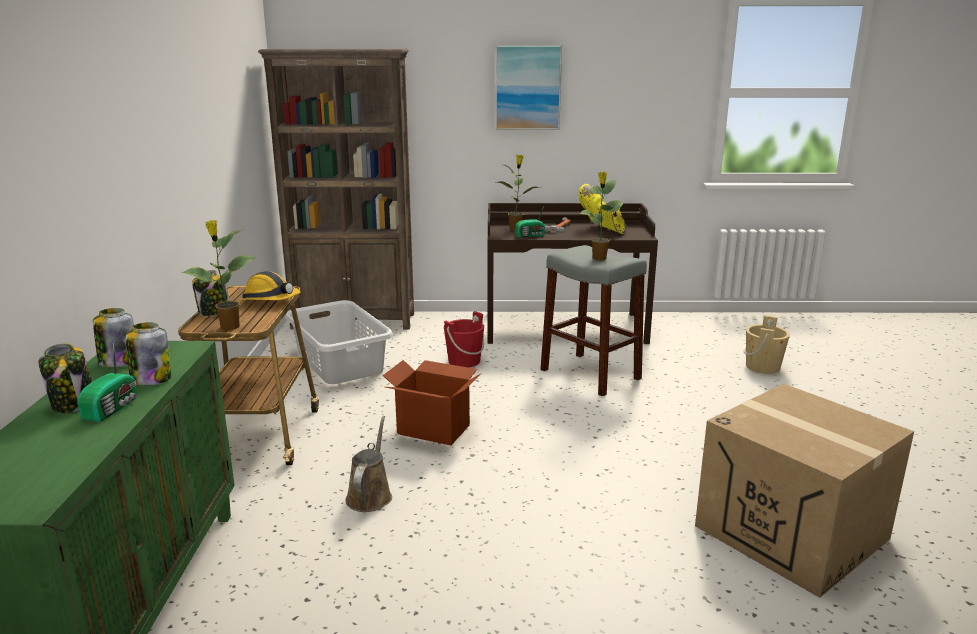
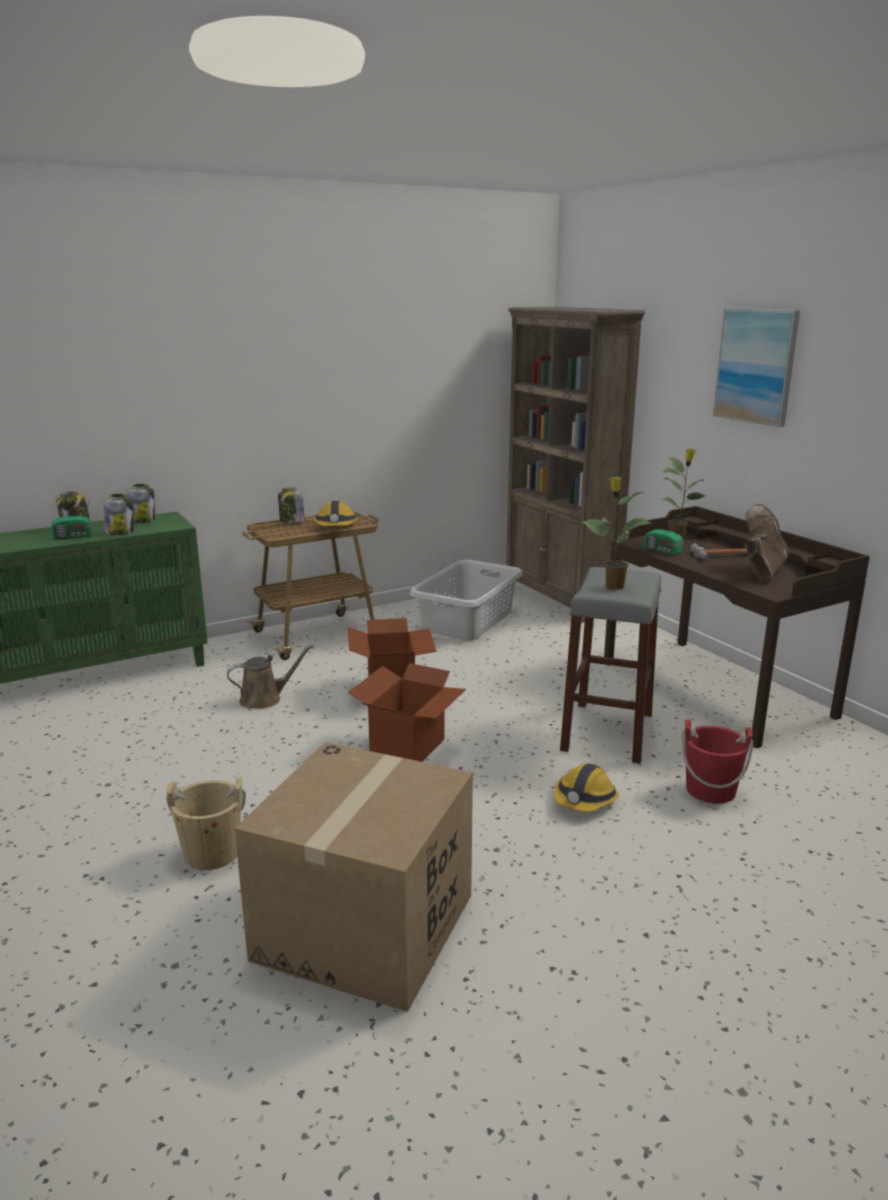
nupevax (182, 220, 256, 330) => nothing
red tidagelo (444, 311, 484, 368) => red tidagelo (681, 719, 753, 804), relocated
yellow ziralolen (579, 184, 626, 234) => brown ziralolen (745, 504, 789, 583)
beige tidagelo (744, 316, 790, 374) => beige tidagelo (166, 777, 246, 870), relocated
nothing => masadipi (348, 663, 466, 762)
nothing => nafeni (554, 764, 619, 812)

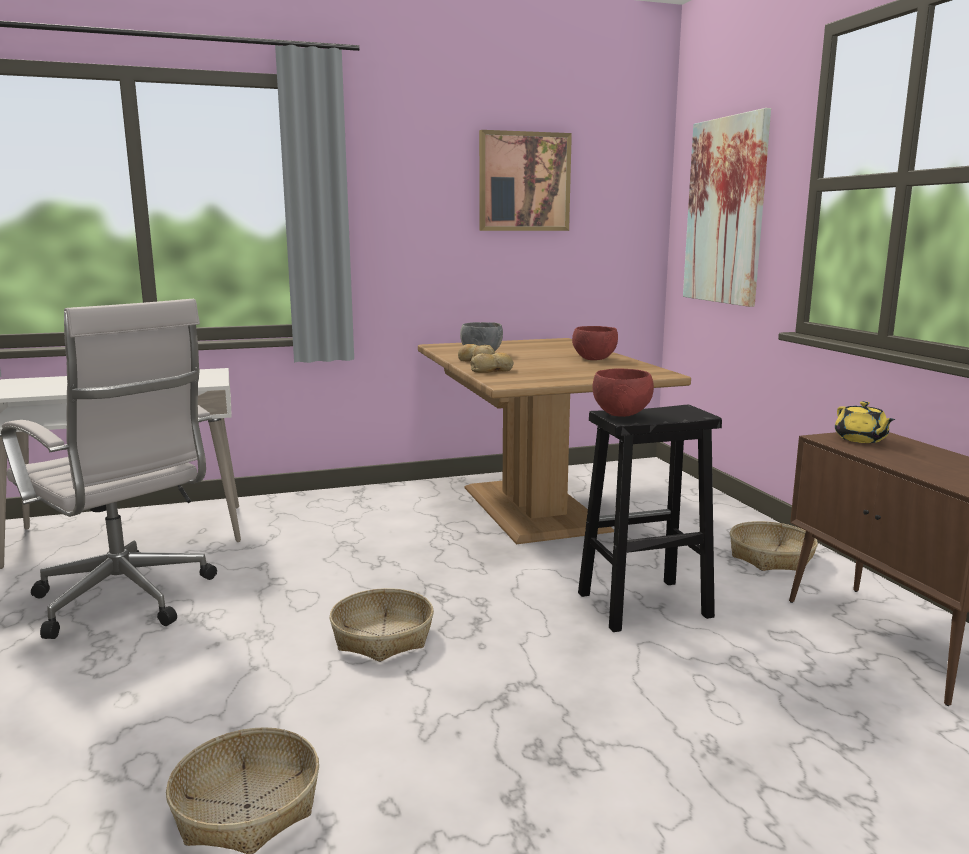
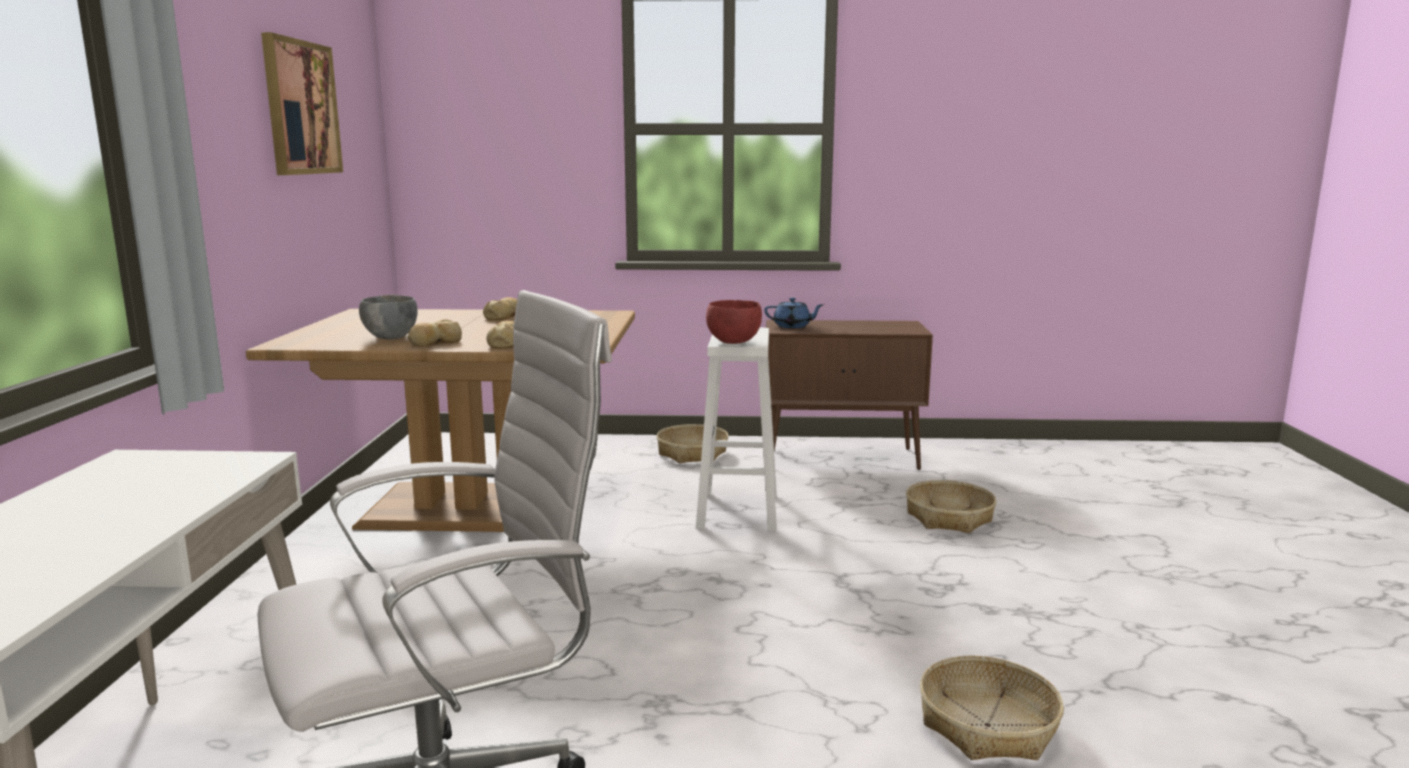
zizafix (330, 588, 434, 662) => zizafix (906, 480, 997, 533), relocated
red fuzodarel (572, 326, 618, 360) => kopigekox (483, 297, 517, 320)
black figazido (578, 405, 722, 632) => white figazido (696, 328, 777, 531)
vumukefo (683, 108, 771, 307) => nothing
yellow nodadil (835, 401, 895, 443) => blue nodadil (764, 298, 824, 328)

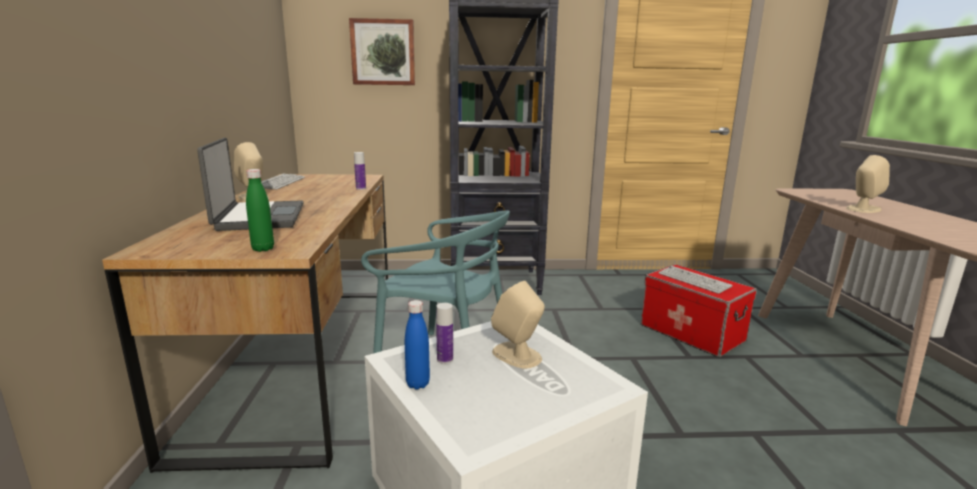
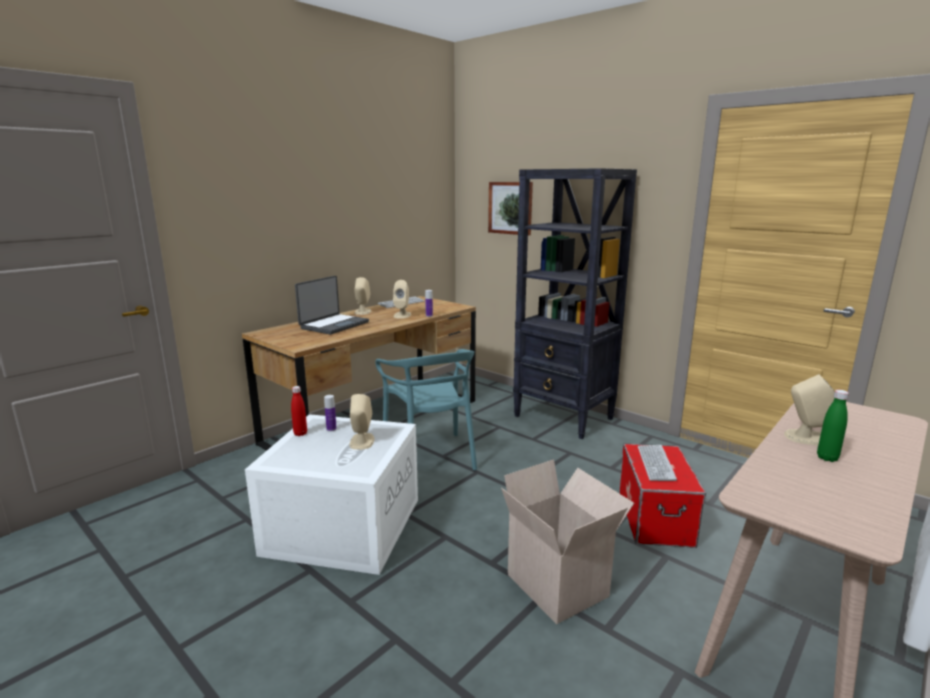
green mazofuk (246, 169, 274, 252) => green mazofuk (817, 390, 849, 462), relocated
blue mazofuk (405, 300, 430, 389) => red mazofuk (291, 386, 307, 436)
nothing => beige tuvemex (393, 280, 411, 319)
nothing => masadipi (501, 459, 634, 624)

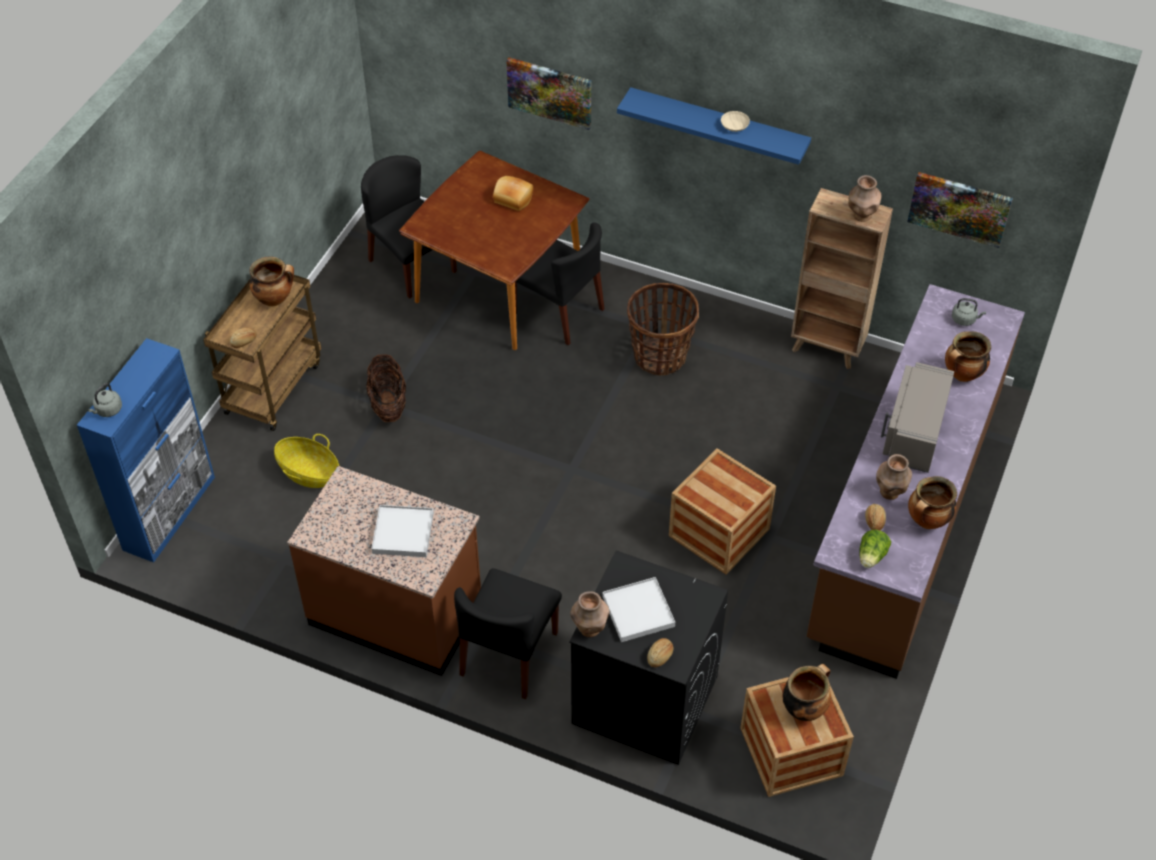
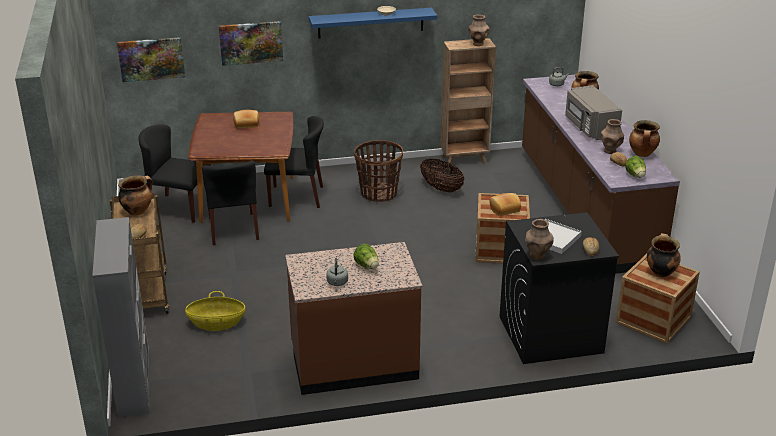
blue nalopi (77, 338, 215, 563) => grey nalopi (92, 217, 150, 418)
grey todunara (88, 383, 122, 417) => grey todunara (326, 258, 348, 286), relocated
zizafix (366, 354, 406, 422) => zizafix (420, 159, 464, 192), relocated
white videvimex (371, 505, 434, 557) => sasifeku (353, 244, 379, 269)
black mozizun (454, 568, 562, 699) => black mozizun (202, 161, 259, 245), relocated
vumukefo (907, 172, 1013, 248) => vumukefo (117, 37, 185, 82), relocated
nothing => kopigekox (489, 193, 521, 216)

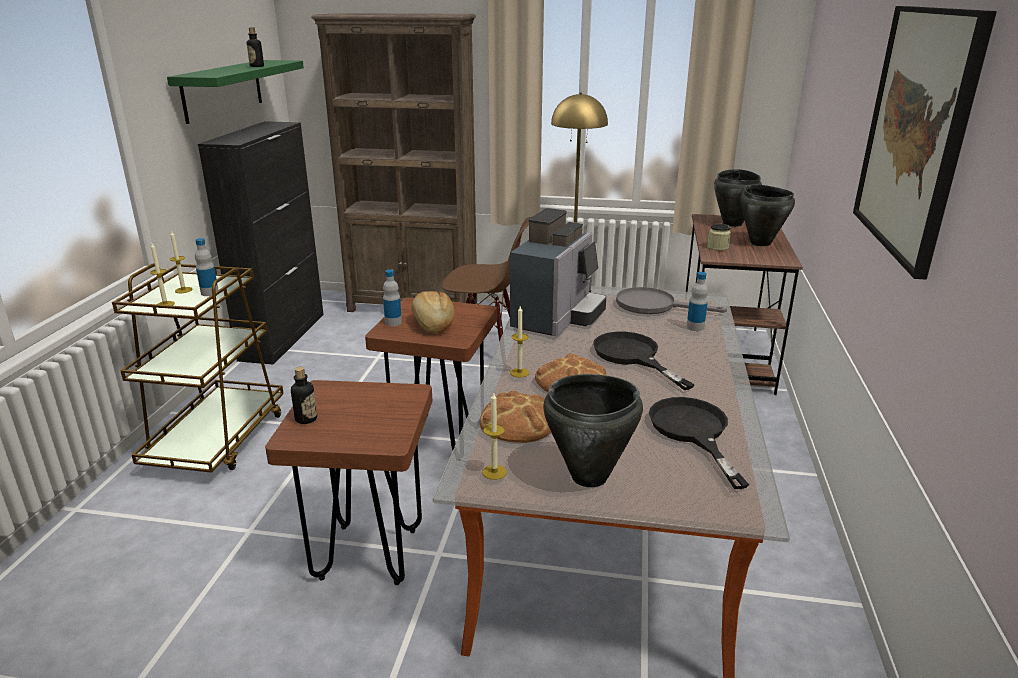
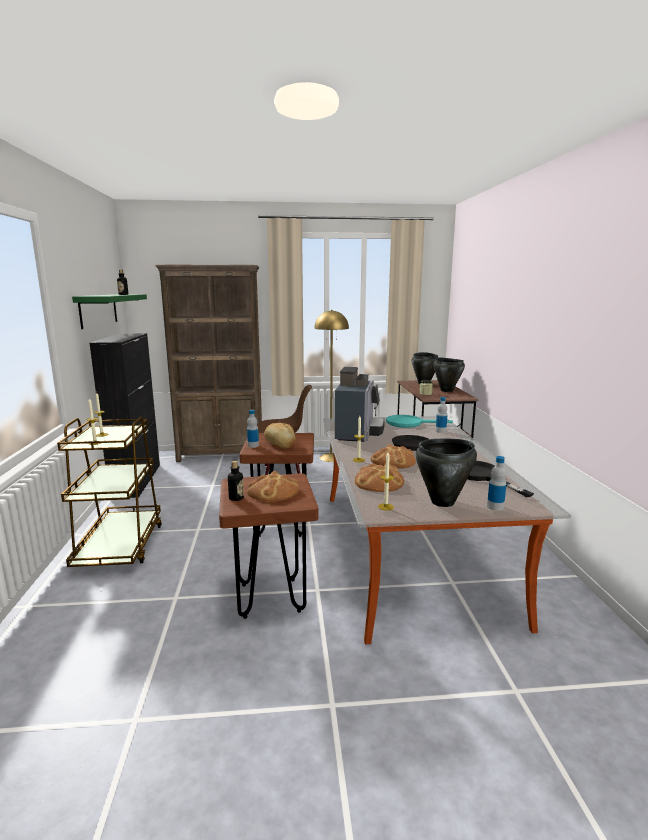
mazofuk (195, 238, 218, 296) => mazofuk (487, 456, 507, 511), relocated
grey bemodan (616, 287, 727, 314) => turquoise bemodan (386, 415, 453, 428)
vumukefo (853, 6, 997, 279) => nothing
nothing => kopigekox (247, 471, 299, 502)

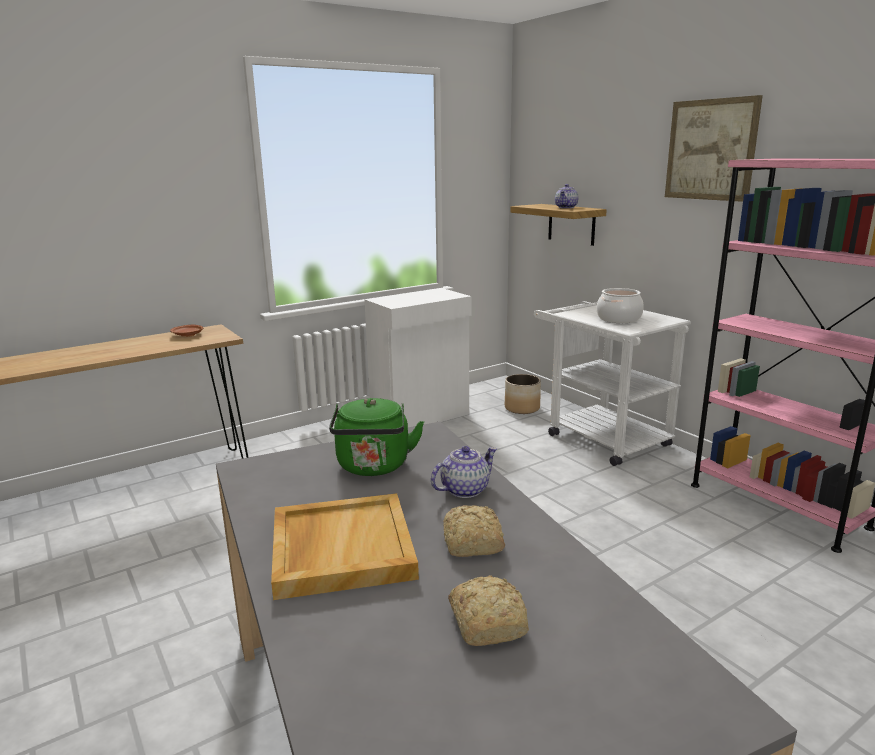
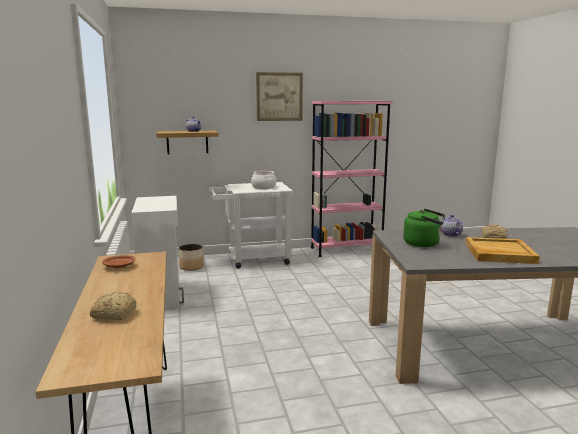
kopigekox (448, 575, 529, 646) => kopigekox (90, 292, 136, 320), relocated

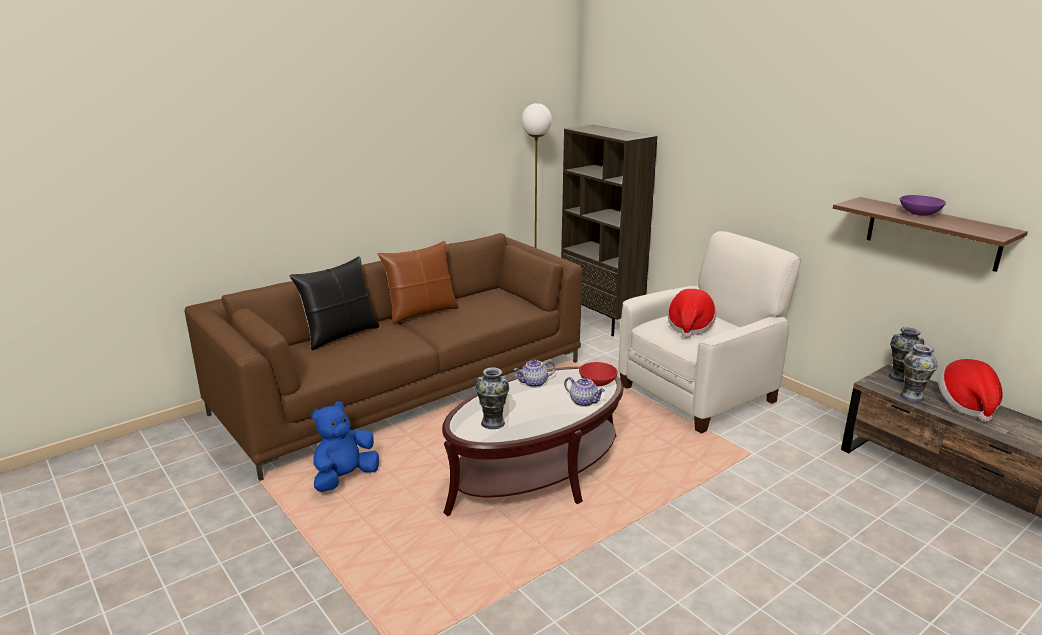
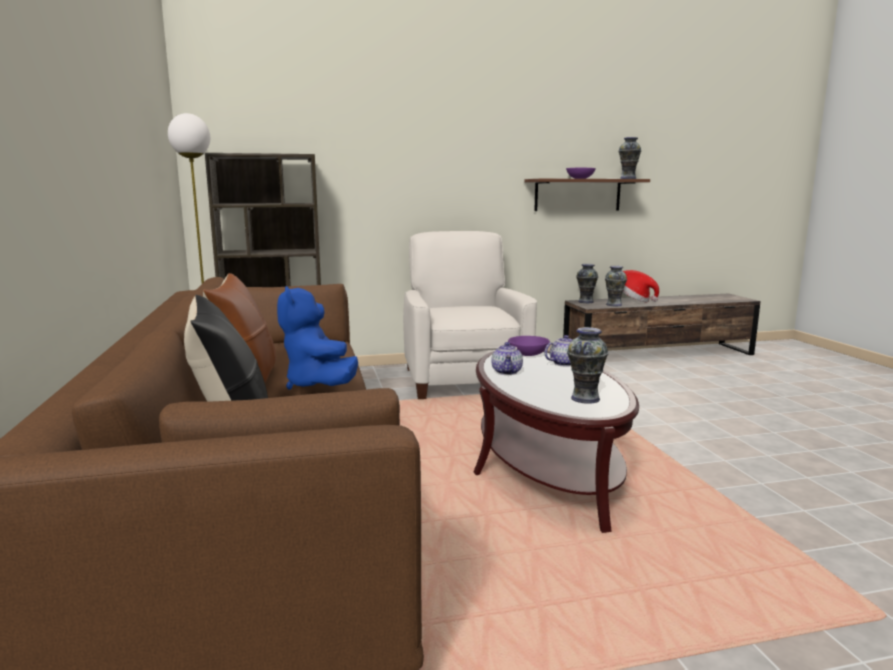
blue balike (311, 402, 379, 492) => blue balike (277, 286, 358, 389), relocated
red fuzodarel (579, 362, 618, 386) => purple fuzodarel (508, 336, 550, 356)
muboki (668, 289, 716, 338) => nothing
nothing => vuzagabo (618, 137, 641, 179)

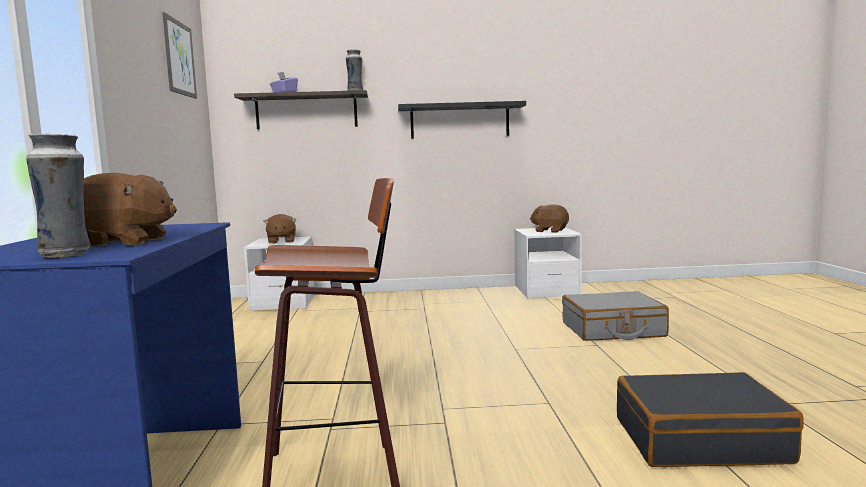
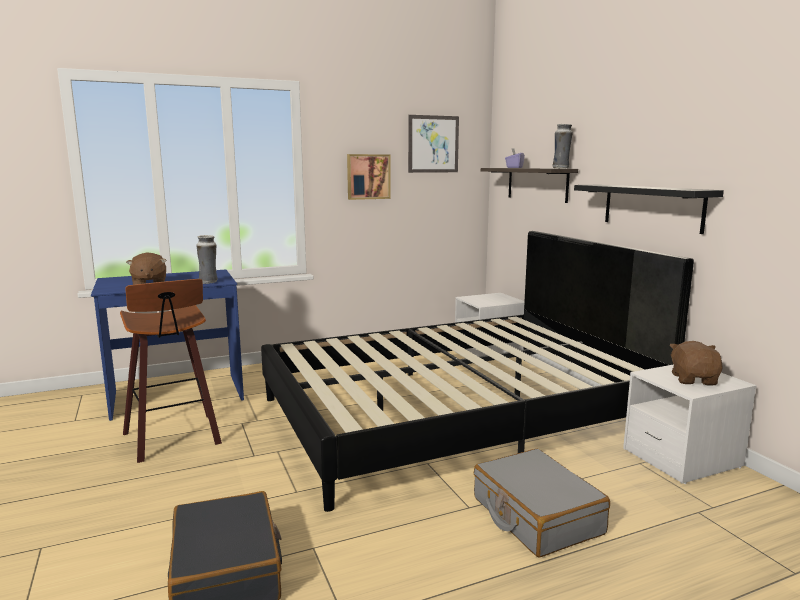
vuzagabo (26, 133, 90, 258) => vuzagabo (196, 235, 218, 284), relocated
brown balike (263, 214, 296, 244) => nothing
nothing => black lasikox (261, 231, 694, 512)
nothing => vumukefo (347, 154, 391, 200)

